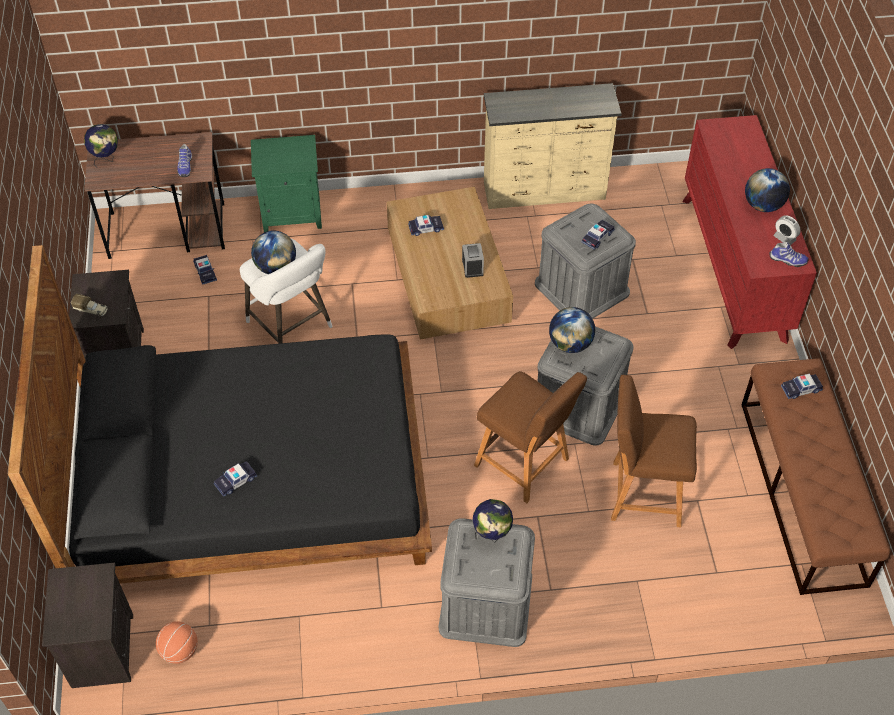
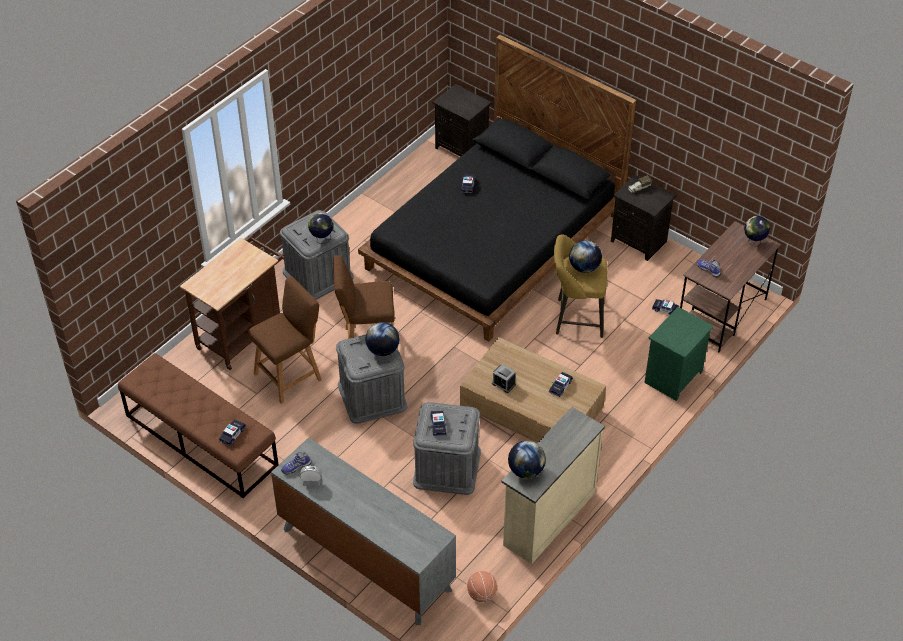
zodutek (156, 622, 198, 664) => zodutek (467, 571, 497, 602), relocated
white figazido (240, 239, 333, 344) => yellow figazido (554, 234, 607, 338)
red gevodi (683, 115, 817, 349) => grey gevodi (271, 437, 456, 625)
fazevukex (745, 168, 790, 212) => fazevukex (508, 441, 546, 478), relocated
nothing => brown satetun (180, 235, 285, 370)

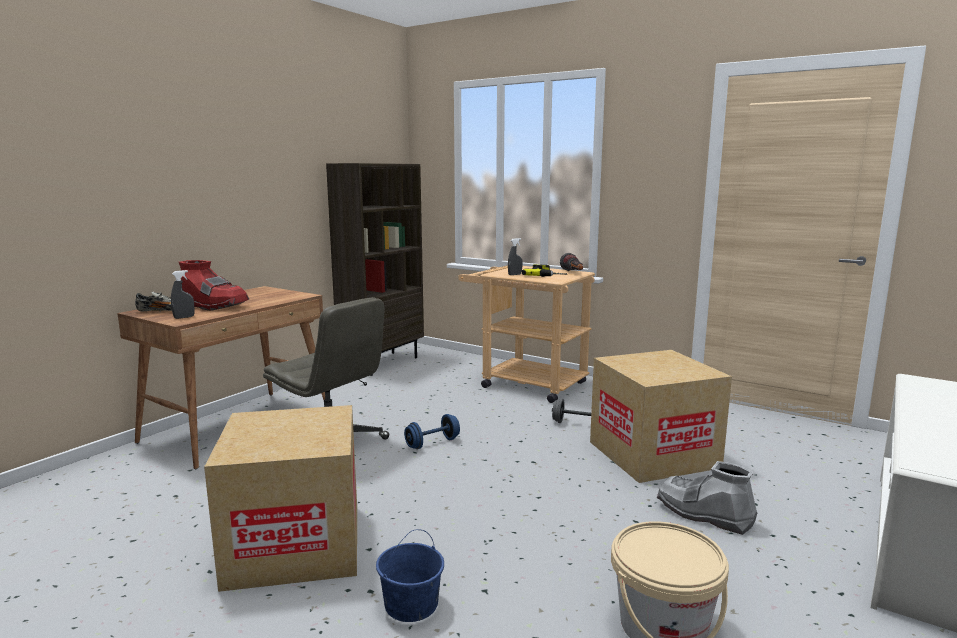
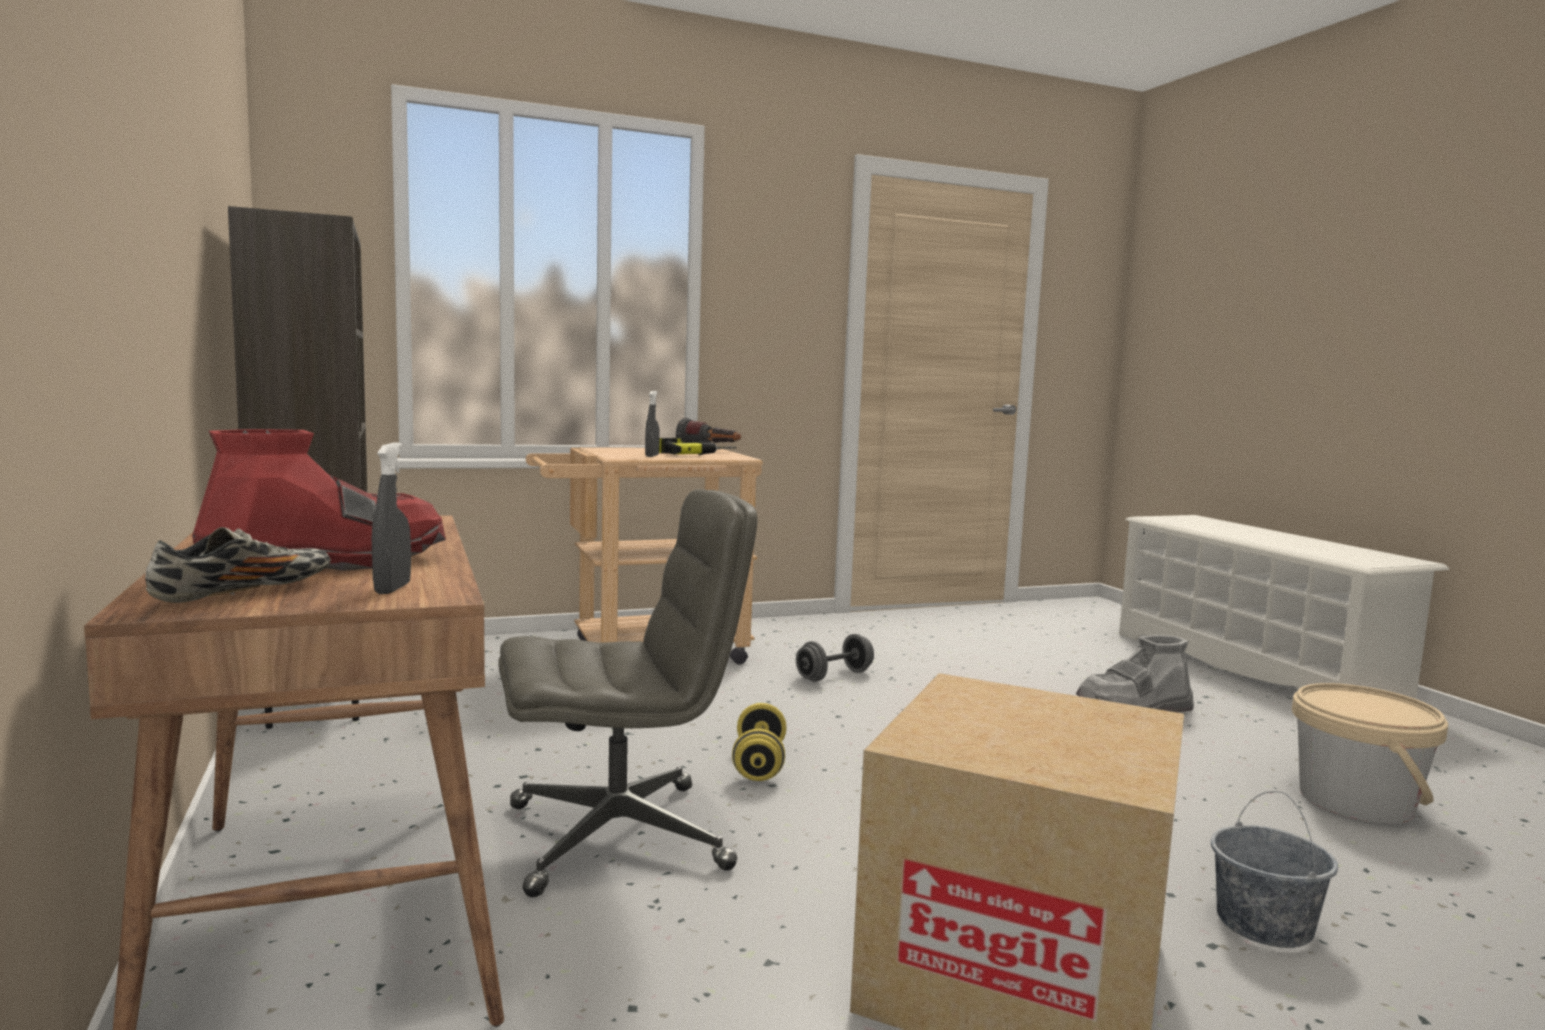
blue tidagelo (376, 529, 444, 622) => grey tidagelo (1211, 791, 1338, 948)
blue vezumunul (404, 414, 460, 449) => yellow vezumunul (732, 703, 786, 781)
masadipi (590, 350, 732, 483) => nothing

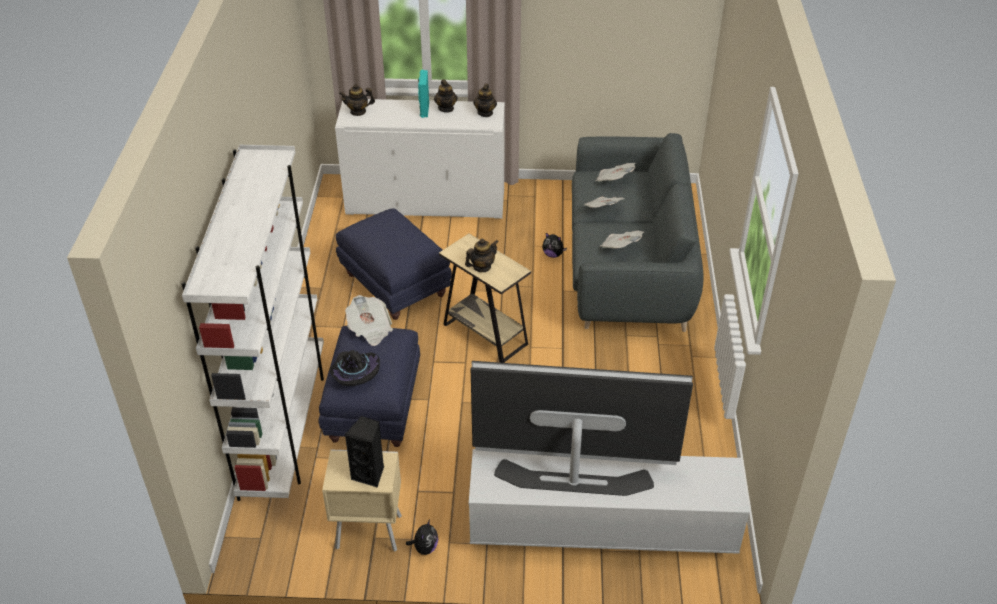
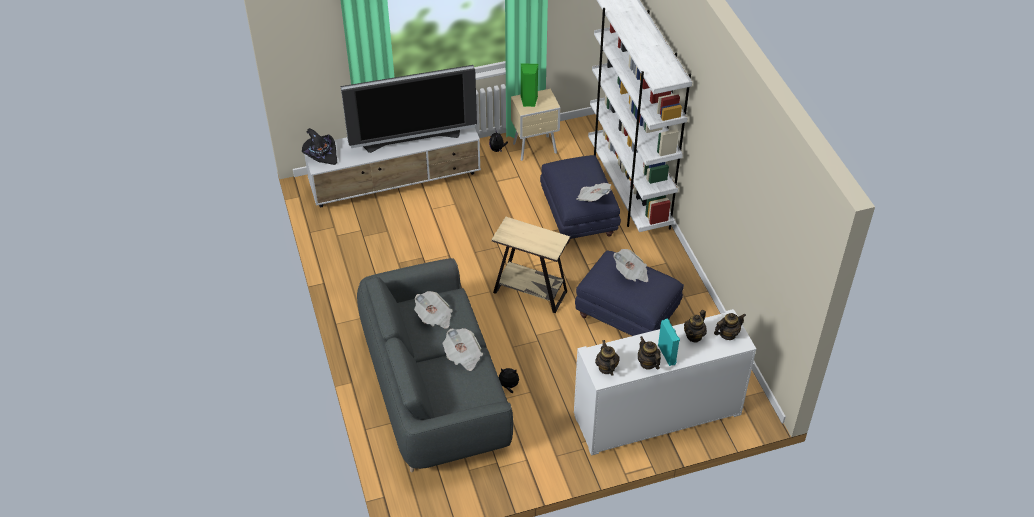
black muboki (329, 350, 380, 386) => black muboki (302, 128, 337, 165), relocated
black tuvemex (345, 416, 384, 487) => green tuvemex (520, 63, 538, 107)
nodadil (465, 238, 499, 272) => nodadil (684, 310, 707, 343), relocated
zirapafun (595, 163, 636, 181) => zirapafun (614, 249, 648, 282), relocated

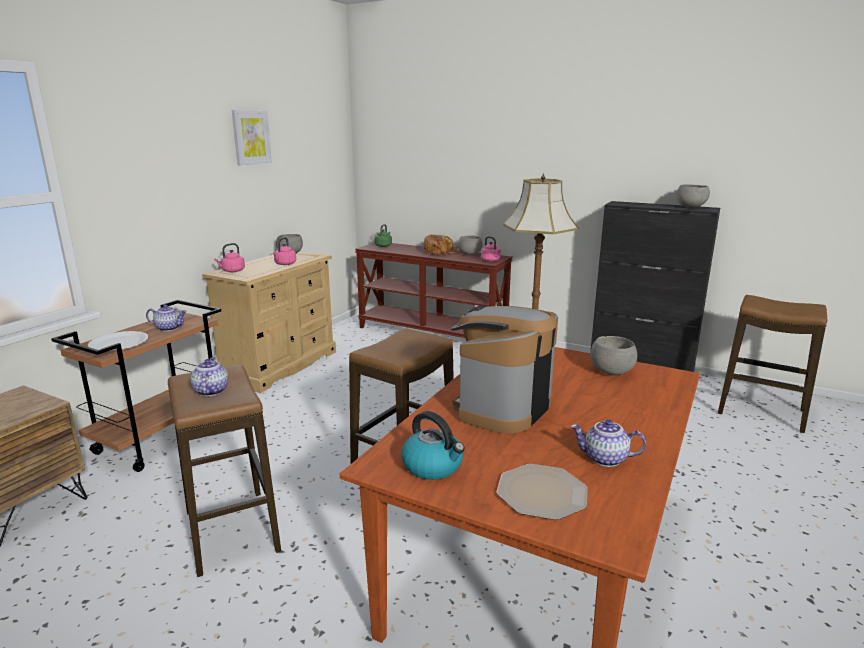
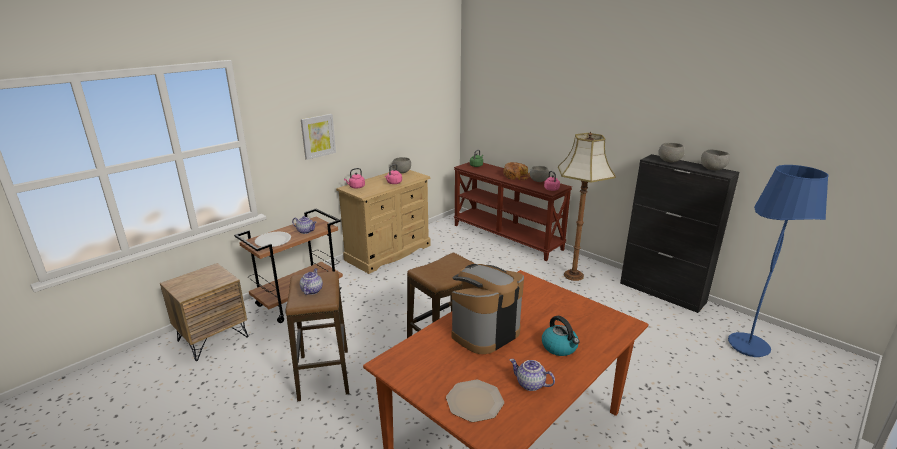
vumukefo (232, 110, 272, 165) => vumukefo (301, 114, 336, 160), relocated
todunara (401, 411, 465, 480) => todunara (542, 316, 580, 356), relocated
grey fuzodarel (590, 336, 637, 375) => grey fuzodarel (658, 142, 685, 162), relocated
figazido (718, 295, 827, 433) => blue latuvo (728, 165, 829, 357)

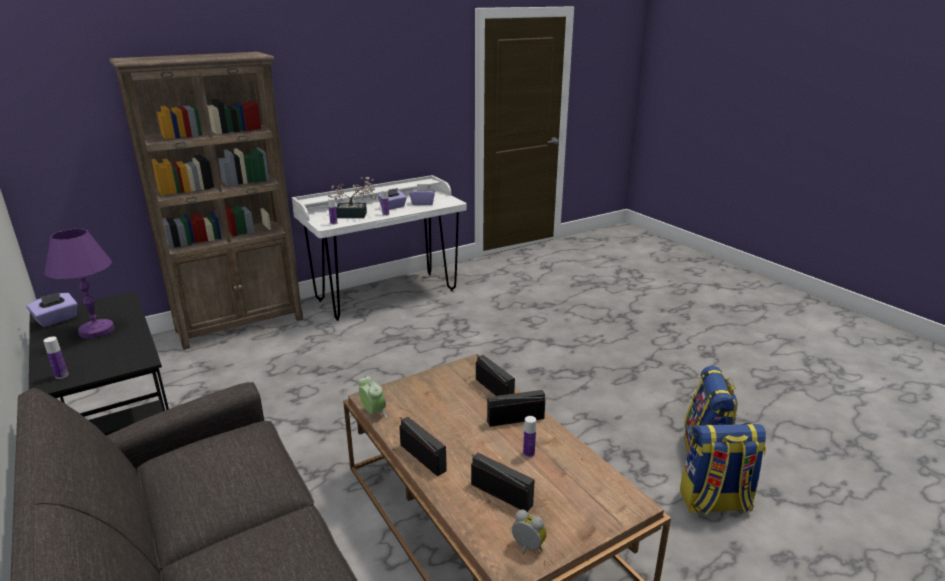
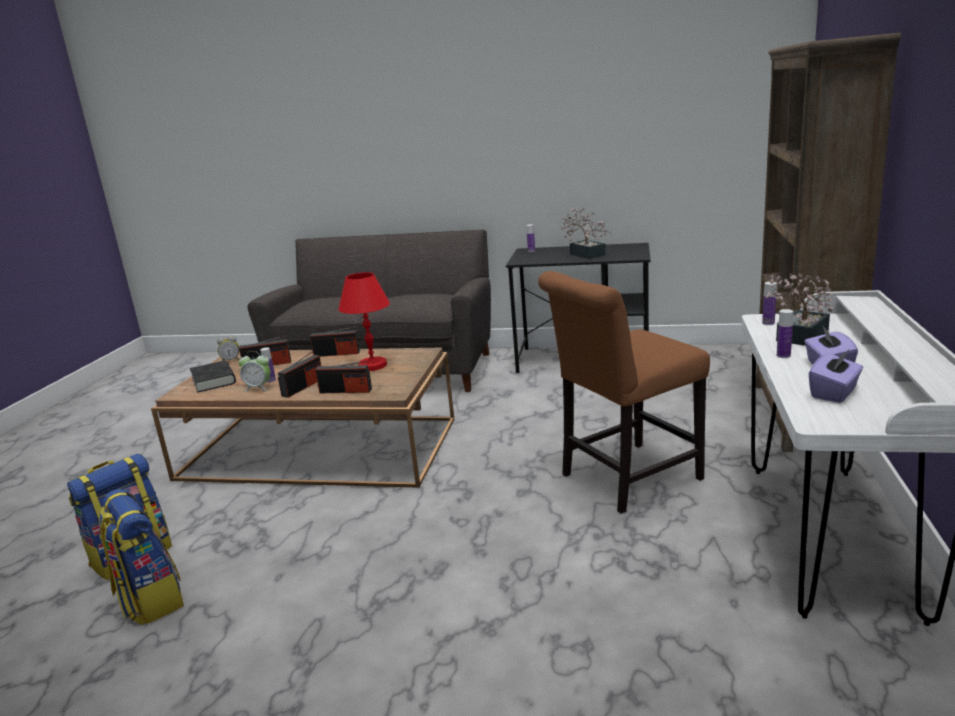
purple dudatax (26, 292, 78, 327) => nothing
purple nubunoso (45, 229, 115, 339) => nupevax (559, 208, 612, 259)
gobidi (359, 376, 388, 418) => gobidi (238, 351, 271, 391), relocated
nothing => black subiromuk (190, 361, 236, 393)
nothing => red nubunoso (338, 272, 390, 371)
nothing => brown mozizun (538, 271, 710, 514)

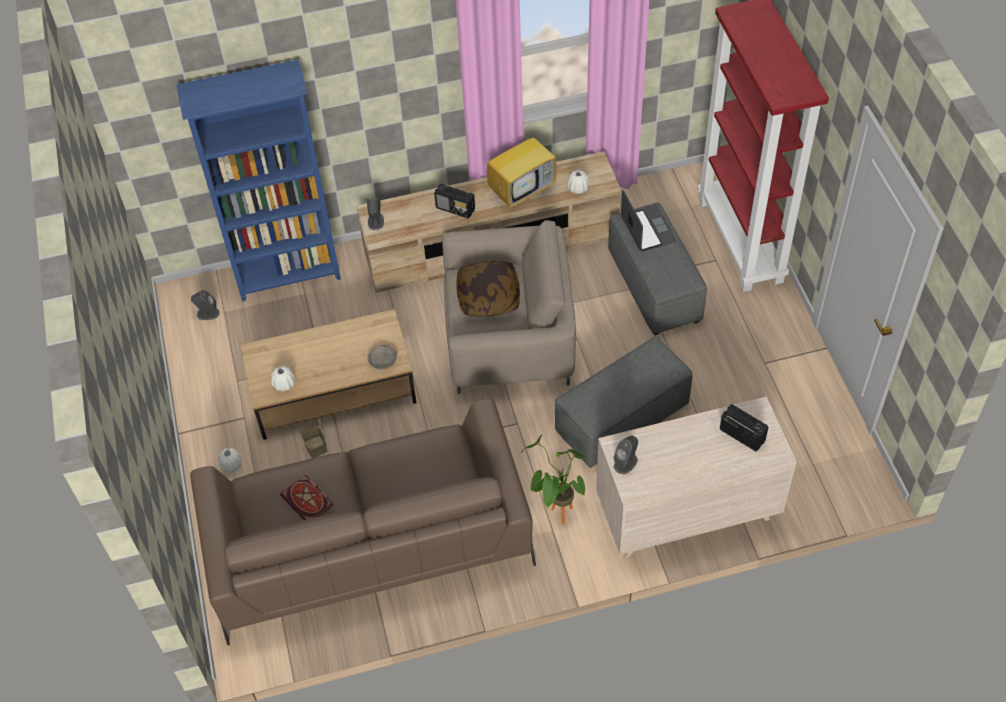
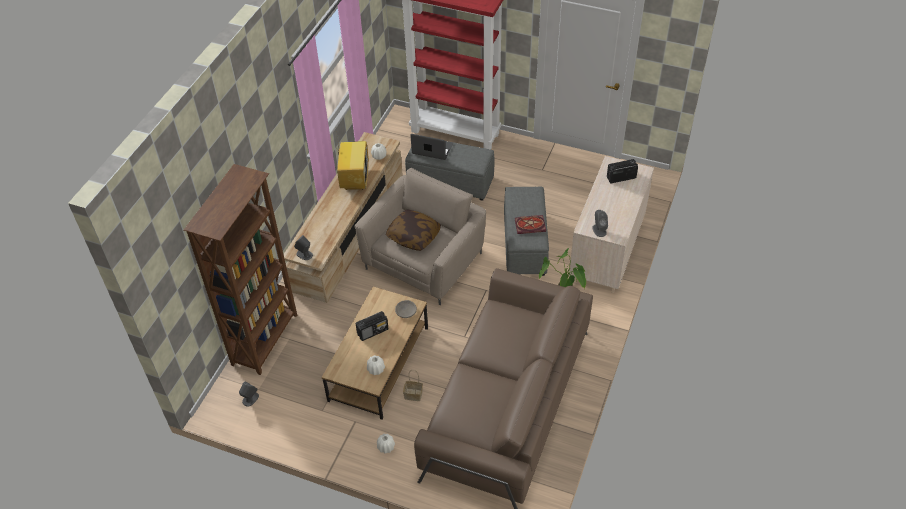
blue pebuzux (176, 59, 341, 302) => brown pebuzux (184, 164, 297, 375)
subiromuk (280, 475, 333, 520) => subiromuk (515, 215, 546, 234), relocated
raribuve (434, 184, 475, 219) => raribuve (355, 311, 389, 341), relocated

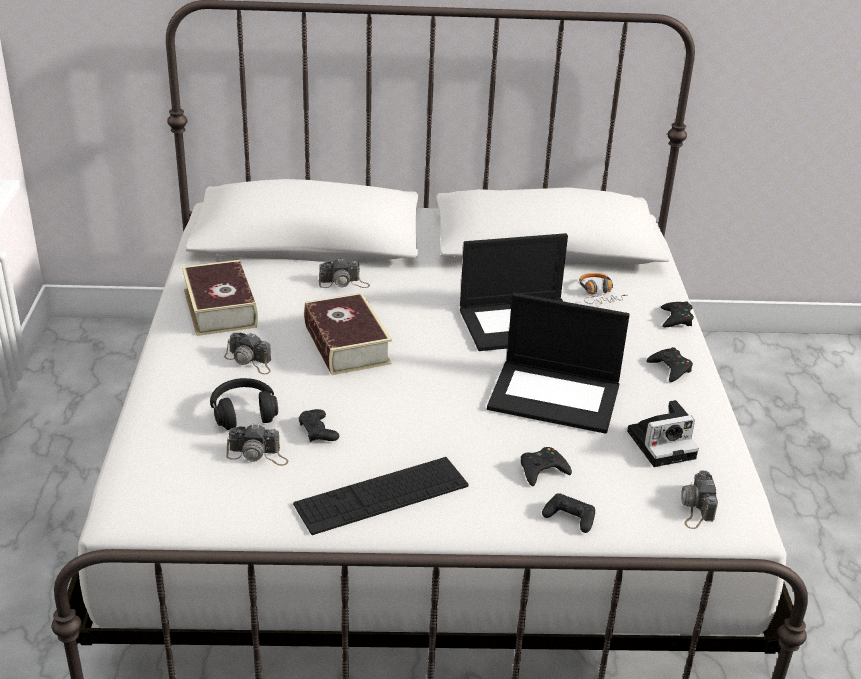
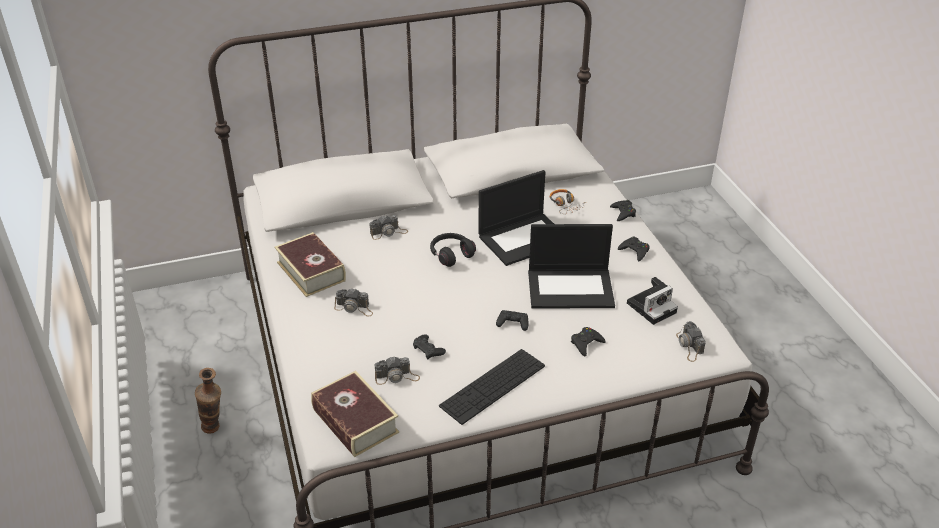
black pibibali (210, 378, 278, 430) => black pibibali (430, 233, 476, 267), relocated
subiromuk (304, 293, 392, 375) => subiromuk (311, 371, 399, 457), relocated
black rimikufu (542, 493, 595, 533) => black rimikufu (496, 310, 529, 331), relocated
nothing => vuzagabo (195, 368, 221, 434)

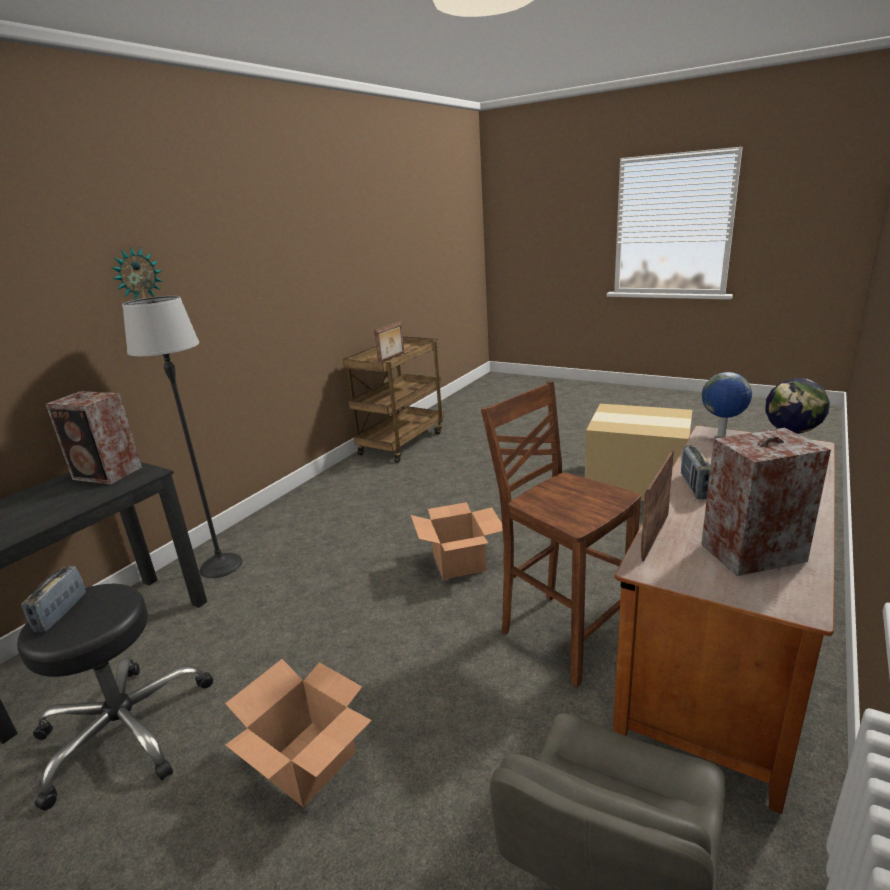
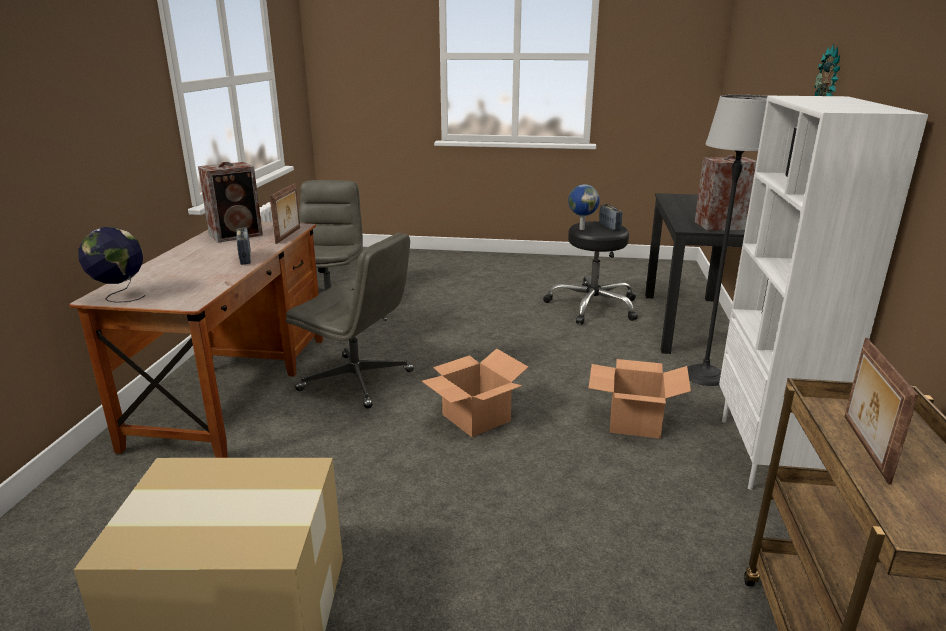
masadipi (225, 659, 372, 807) => masadipi (589, 359, 691, 439), relocated
brown figazido (481, 381, 641, 687) => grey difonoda (286, 233, 414, 409)
fazevukex (702, 372, 752, 437) => fazevukex (568, 184, 600, 230), relocated
nothing => white pebuzux (719, 96, 928, 490)

